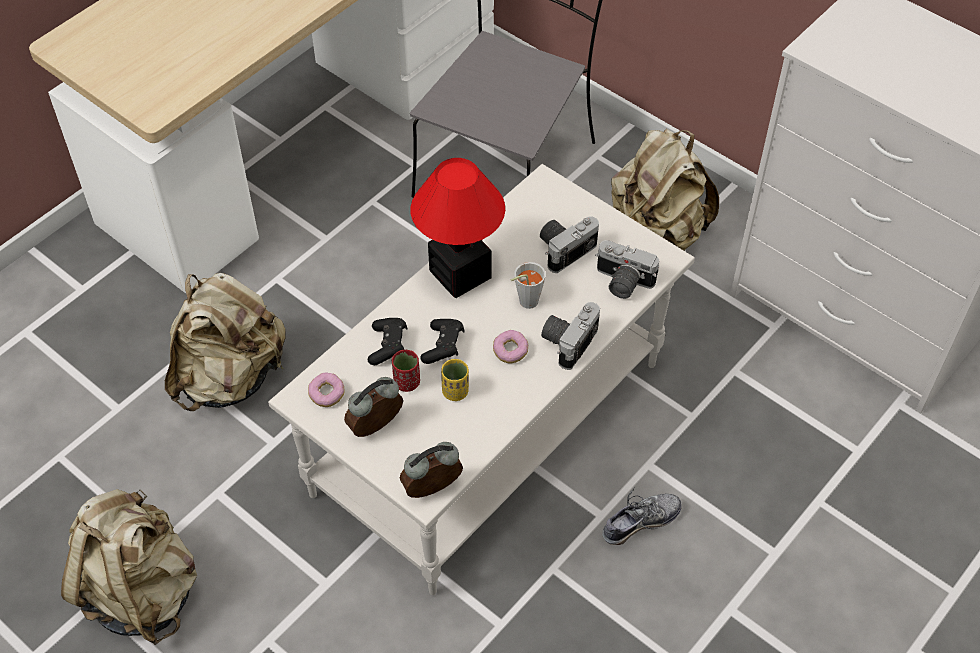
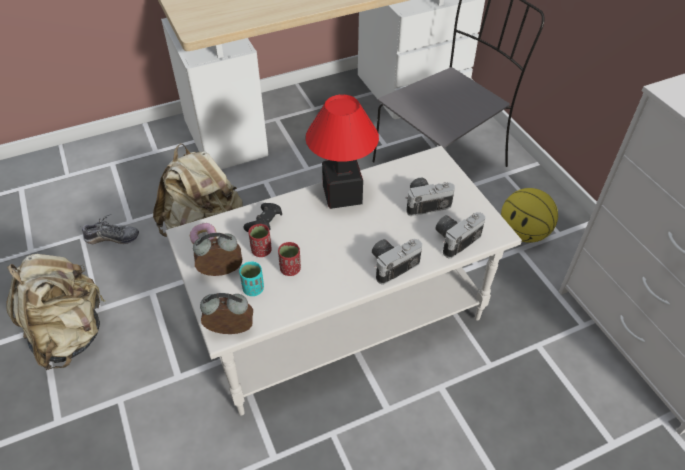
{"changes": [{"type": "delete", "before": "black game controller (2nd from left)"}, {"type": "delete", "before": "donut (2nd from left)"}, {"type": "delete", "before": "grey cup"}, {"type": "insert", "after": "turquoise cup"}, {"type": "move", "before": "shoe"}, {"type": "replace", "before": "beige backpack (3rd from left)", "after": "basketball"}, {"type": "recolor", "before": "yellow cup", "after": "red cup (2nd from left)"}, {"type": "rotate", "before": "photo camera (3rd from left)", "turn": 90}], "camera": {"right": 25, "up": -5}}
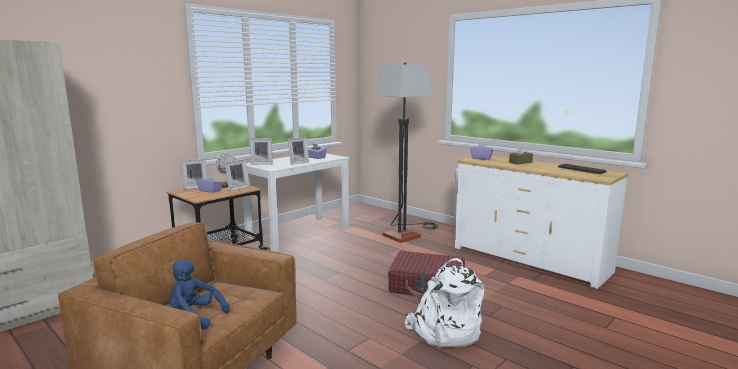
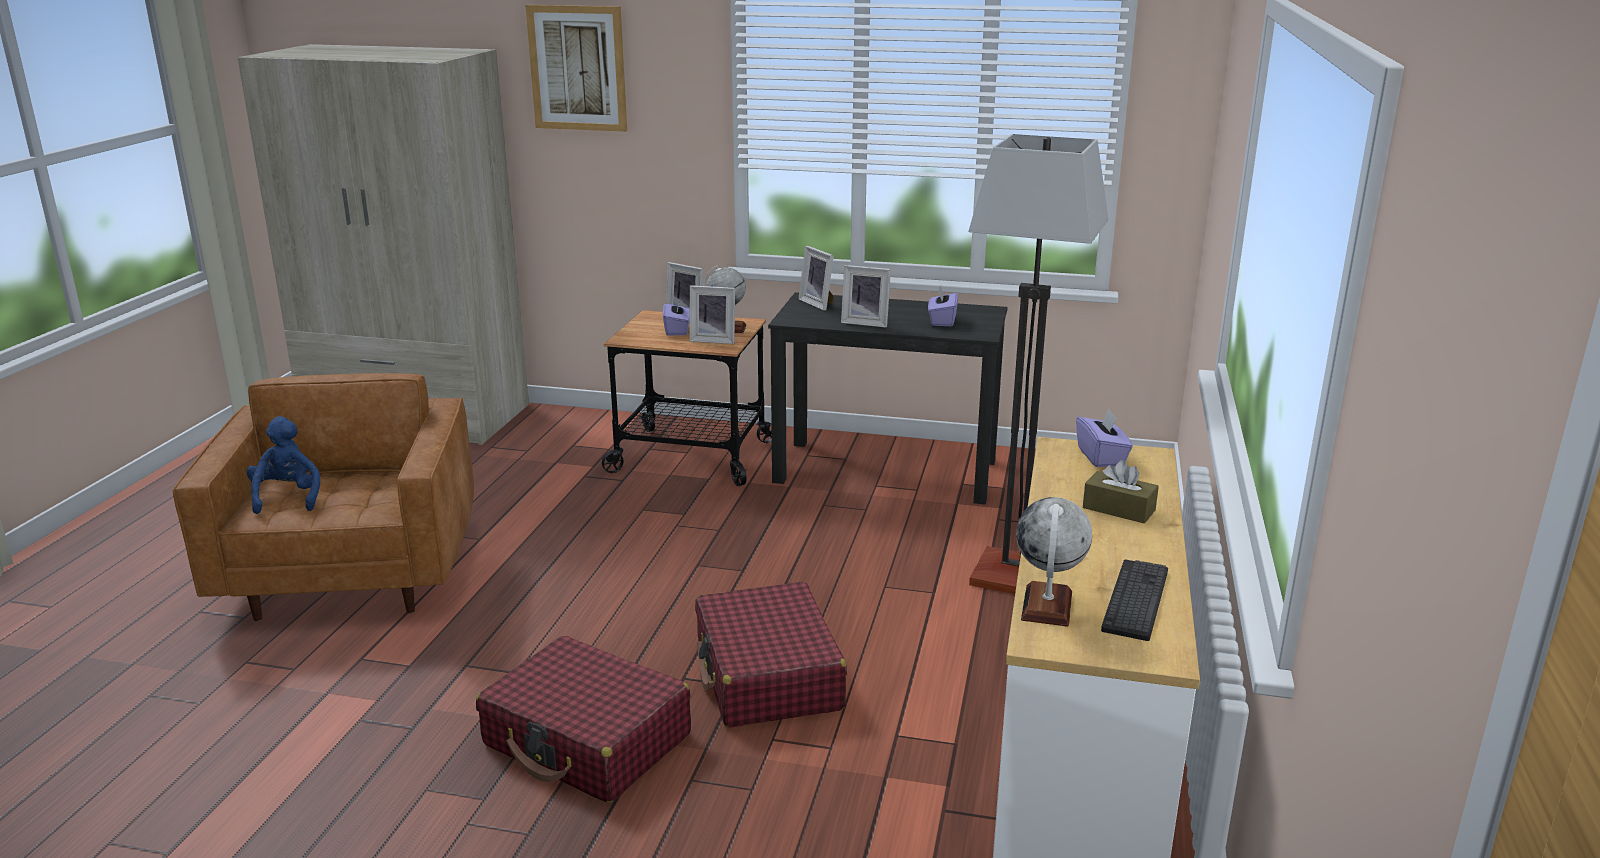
{"changes": [{"type": "insert", "after": "picture"}, {"type": "insert", "after": "globe (2nd from left)"}, {"type": "replace", "before": "white backpack", "after": "red suitcase (1st from left)"}, {"type": "recolor", "before": "white desk", "after": "black desk"}], "camera": {"right": 60, "up": 10}}
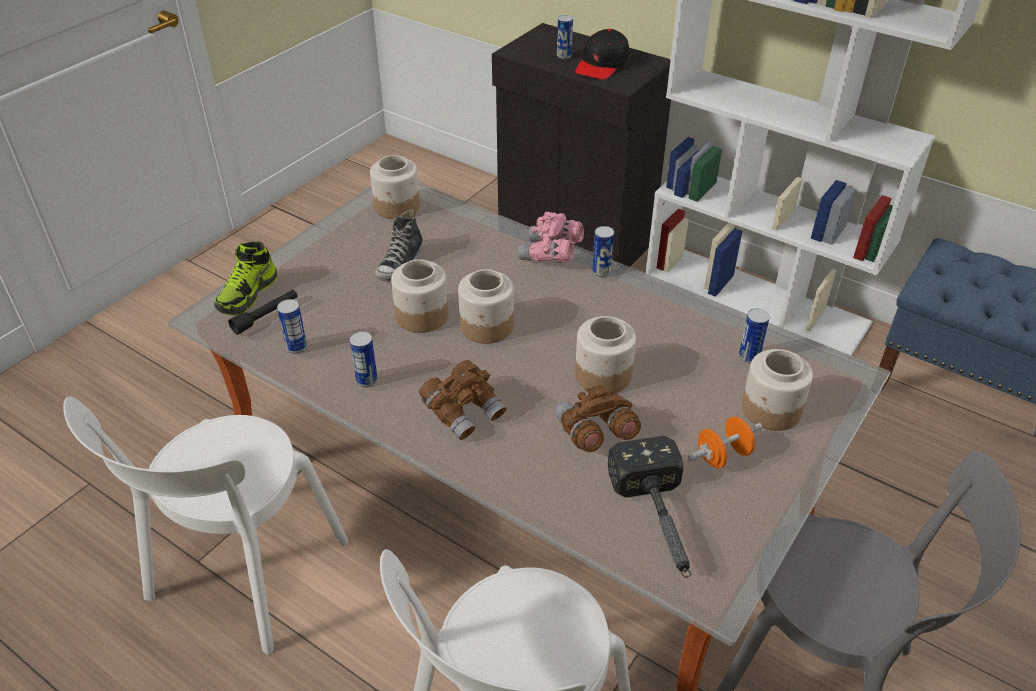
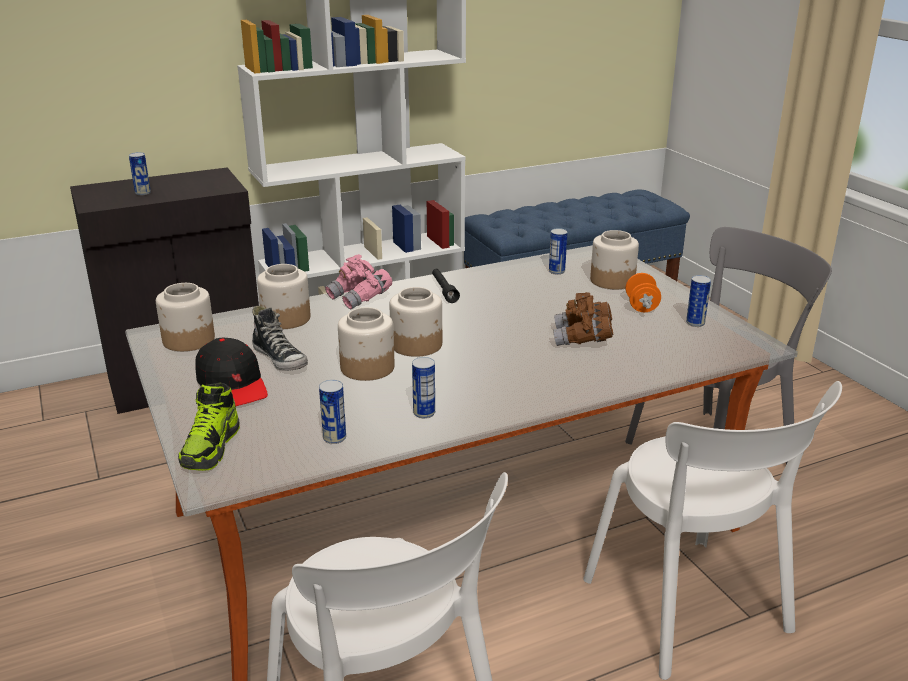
{"changes": [{"type": "delete", "before": "brown binoculars (1st from left)"}, {"type": "delete", "before": "hammer"}, {"type": "move", "before": "black flashlight"}, {"type": "move", "before": "black cap"}, {"type": "move", "before": "jar (4th from left in the first image)", "after": "jar (2nd from left)"}, {"type": "move", "before": "can (4th from left in the first image)", "after": "can (5th from left)"}, {"type": "rotate", "before": "shoe (1st from left)", "turn": 45}], "camera": {"right": -60, "up": -15}}
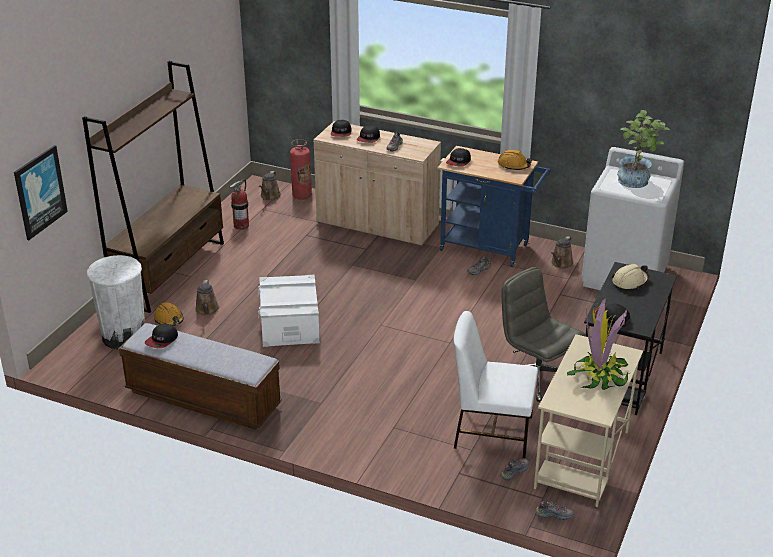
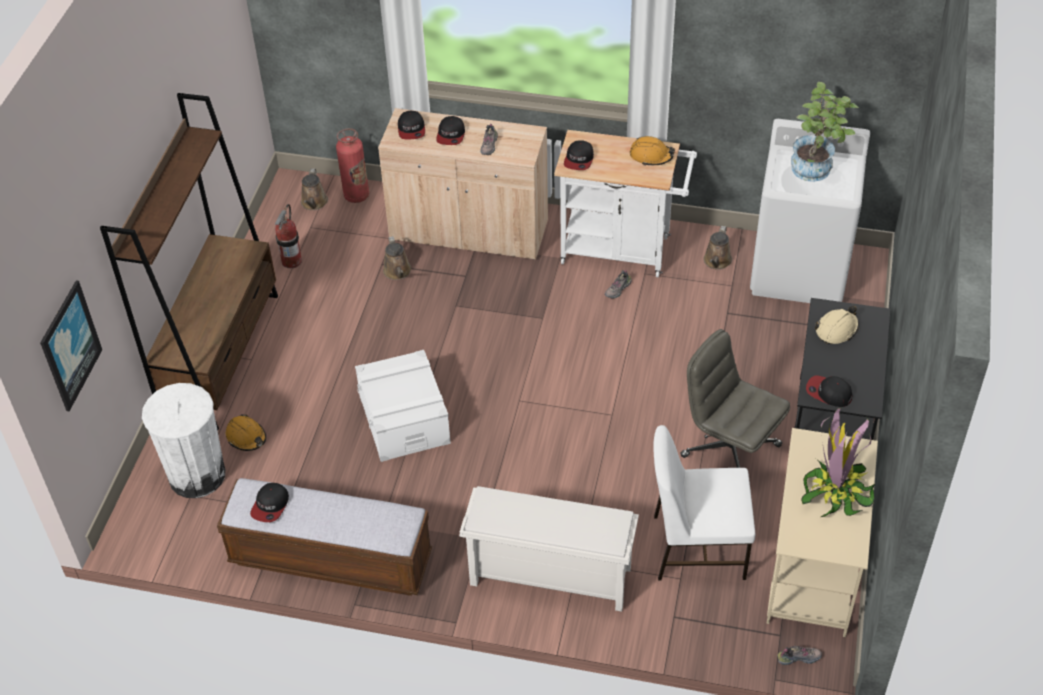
{"changes": [{"type": "delete", "before": "shoe (3rd from left)"}, {"type": "insert", "after": "white shoe rack"}, {"type": "move", "before": "brown watering can (1st from left in the first image)", "after": "brown watering can (2nd from left)"}, {"type": "recolor", "before": "blue cart", "after": "white cart"}], "camera": {"right": -10, "up": 15}}
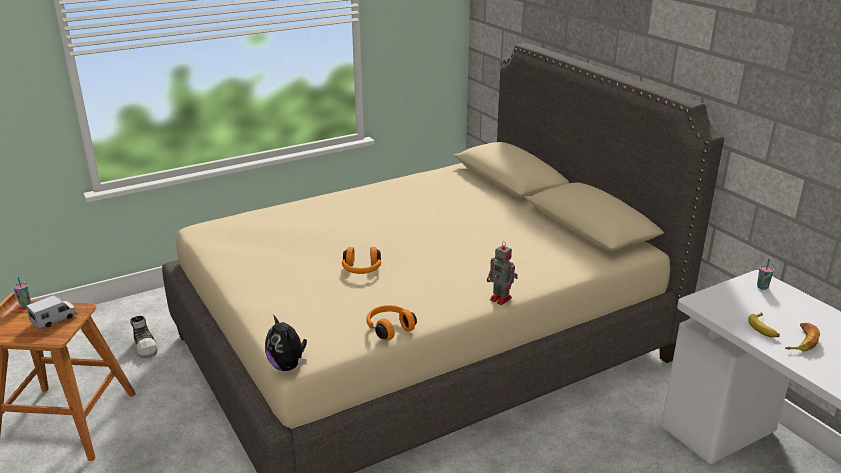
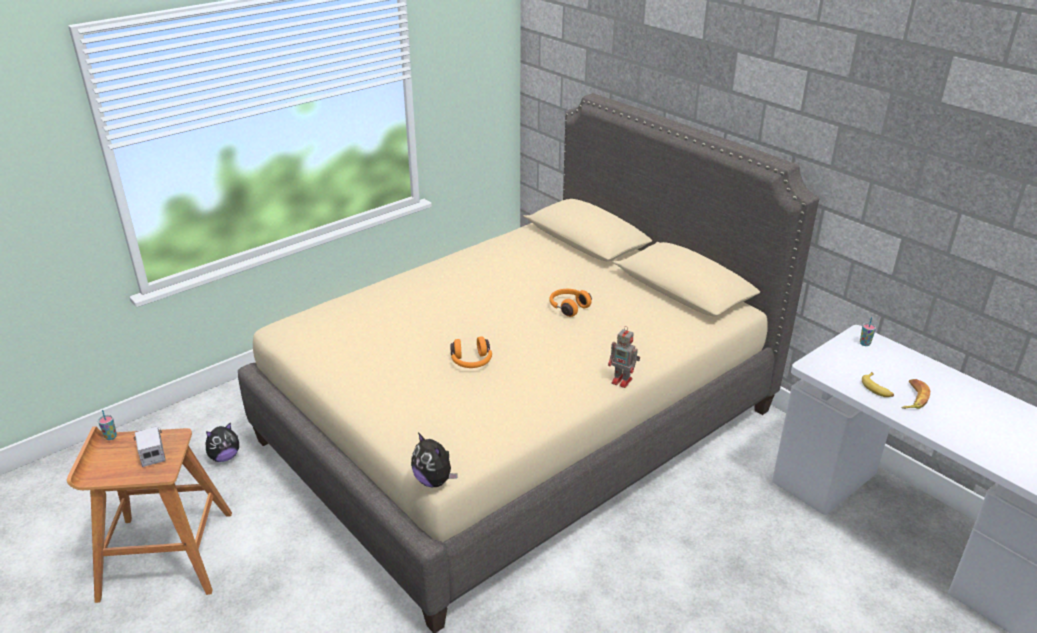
{"changes": [{"type": "move", "before": "orange headphones (2nd from left)"}, {"type": "replace", "before": "shoe", "after": "plush toy (1st from left)"}, {"type": "rotate", "before": "toy truck", "turn": -60}], "camera": {"right": -10, "up": 5}}
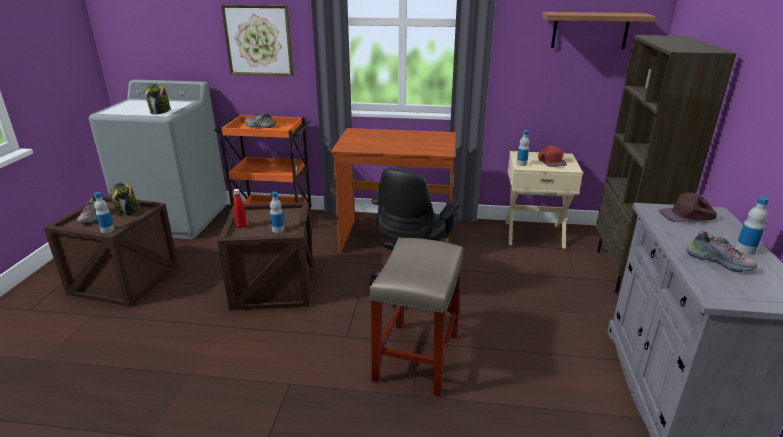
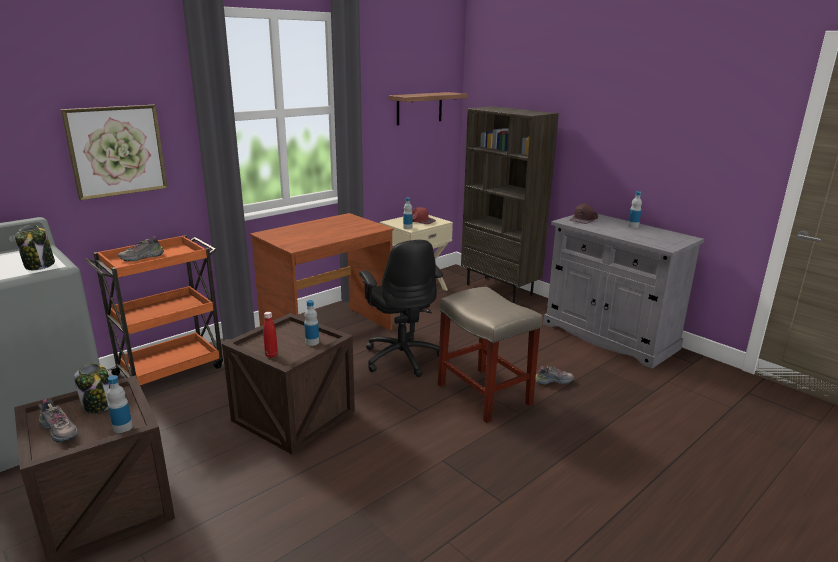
{"changes": [{"type": "move", "before": "shoe (3rd from left)"}], "camera": {"right": -50, "up": -5}}
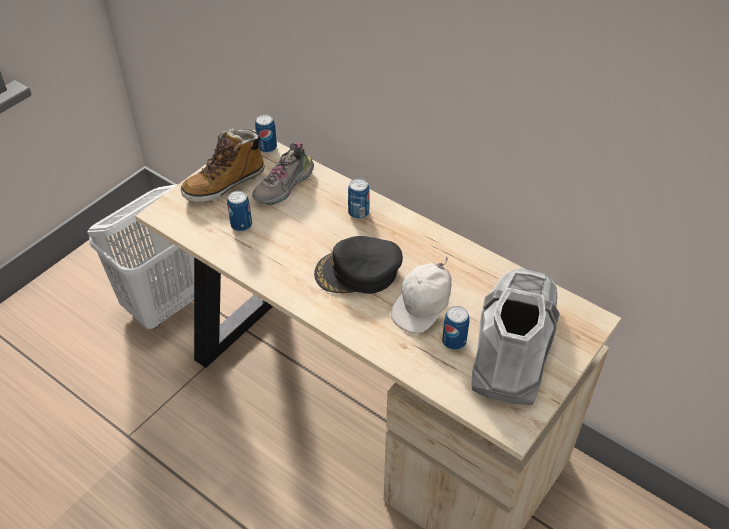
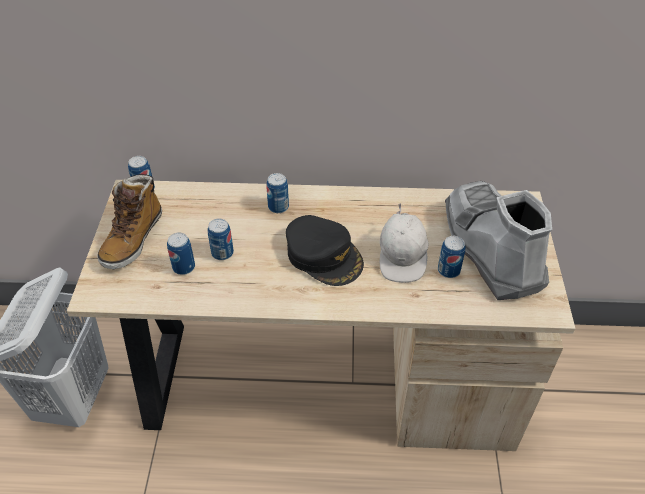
{"changes": [{"type": "delete", "before": "shoe"}, {"type": "insert", "after": "can (3rd from left)"}, {"type": "rotate", "before": "black cap", "turn": -90}], "camera": {"right": -35, "up": 0}}
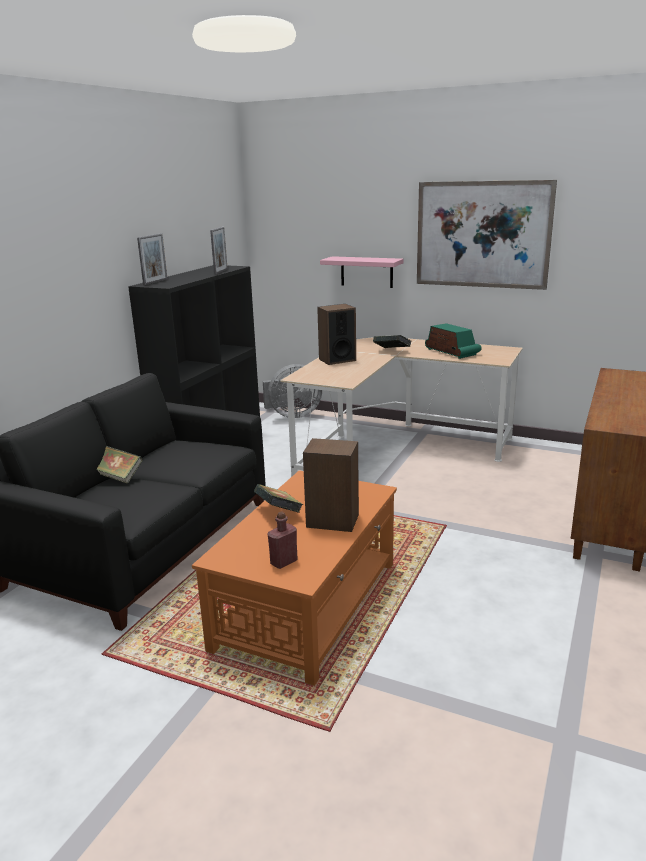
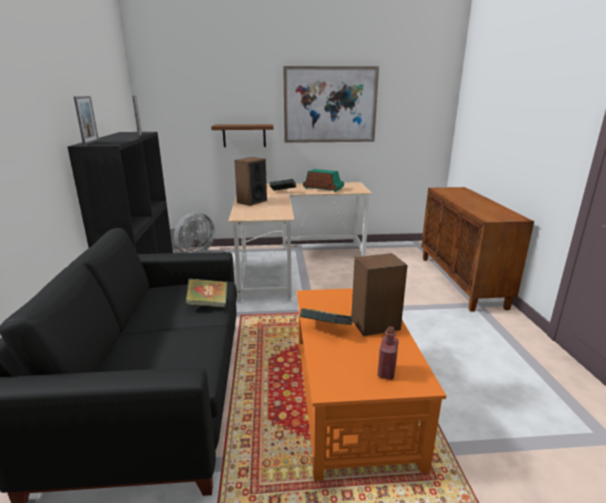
{"changes": [{"type": "move", "before": "book (1st from left)"}, {"type": "recolor", "before": "pink shelf", "after": "brown shelf"}], "camera": {"right": -30, "up": 0}}
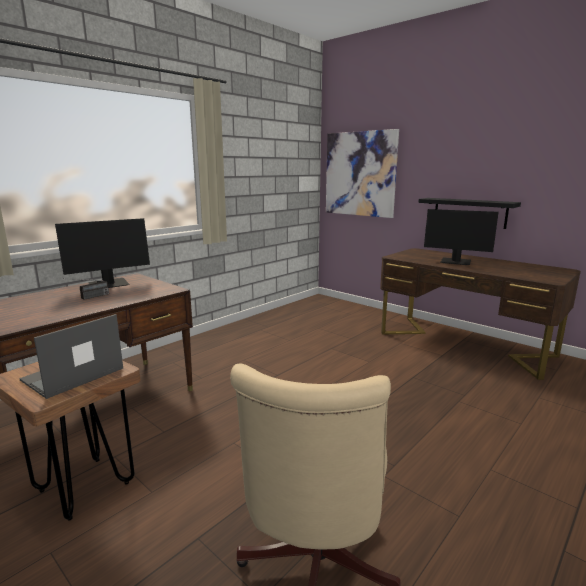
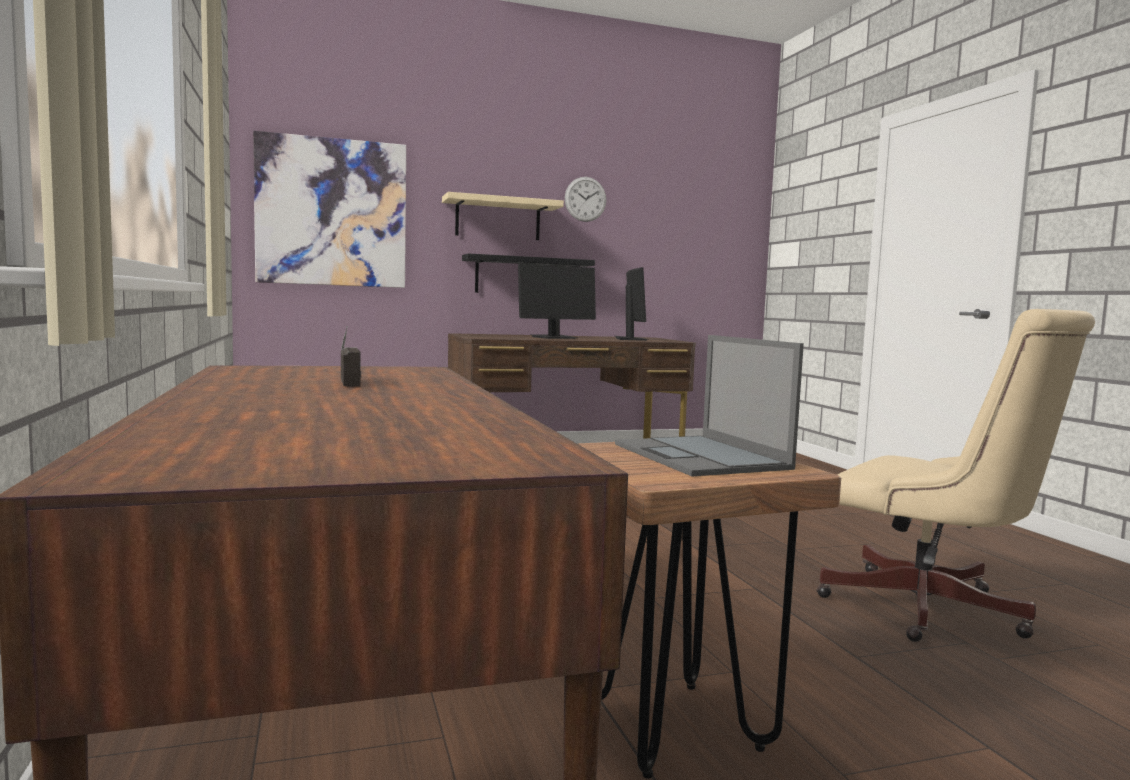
{"changes": [{"type": "insert", "after": "beige shelf"}, {"type": "insert", "after": "wall clock"}, {"type": "move", "before": "monitor (1st from left in the first image)", "after": "monitor (2nd from left)"}], "camera": {"right": -60, "up": -10}}
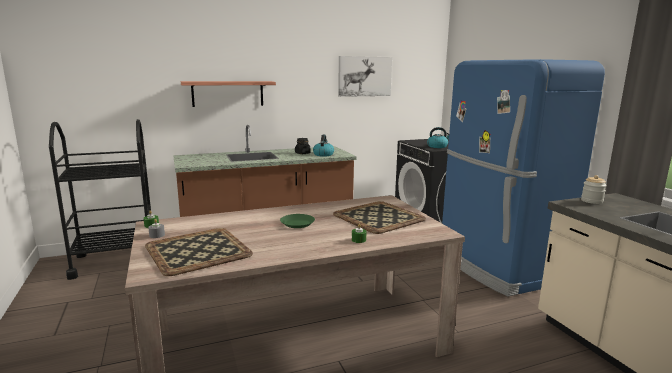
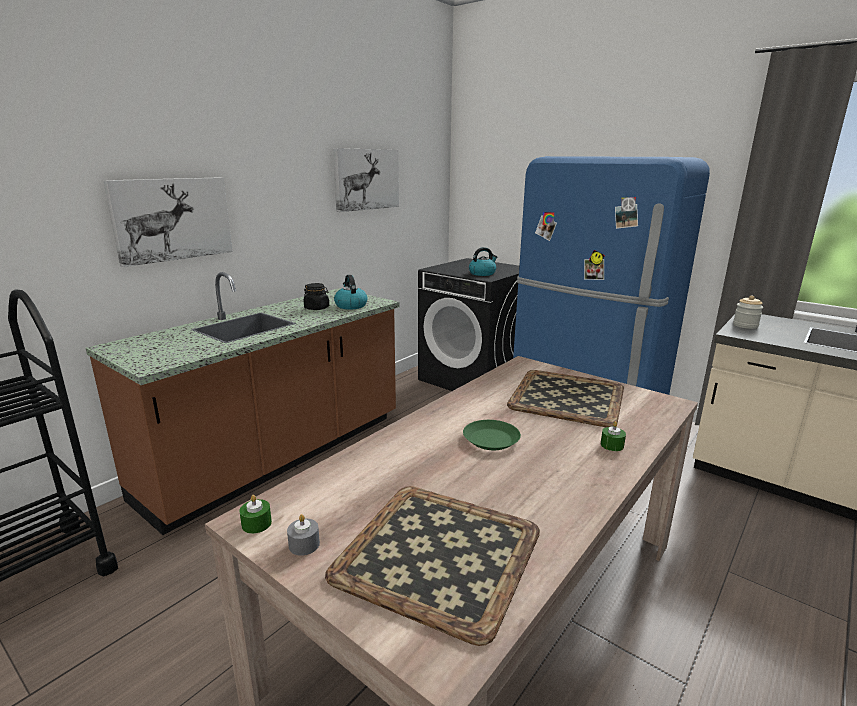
{"changes": [{"type": "replace", "before": "shelf", "after": "picture (1st from left)"}], "camera": {"right": -30, "up": 5}}
